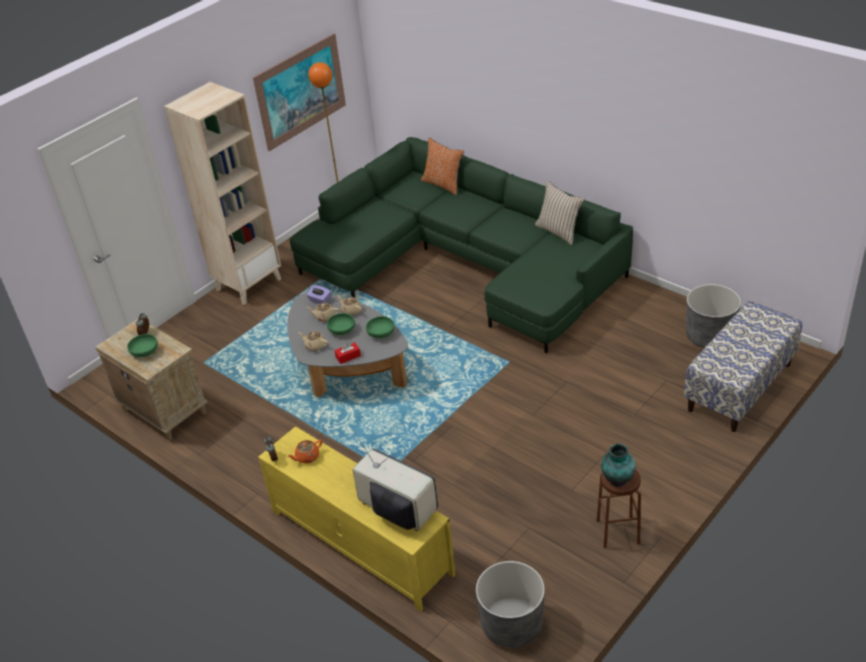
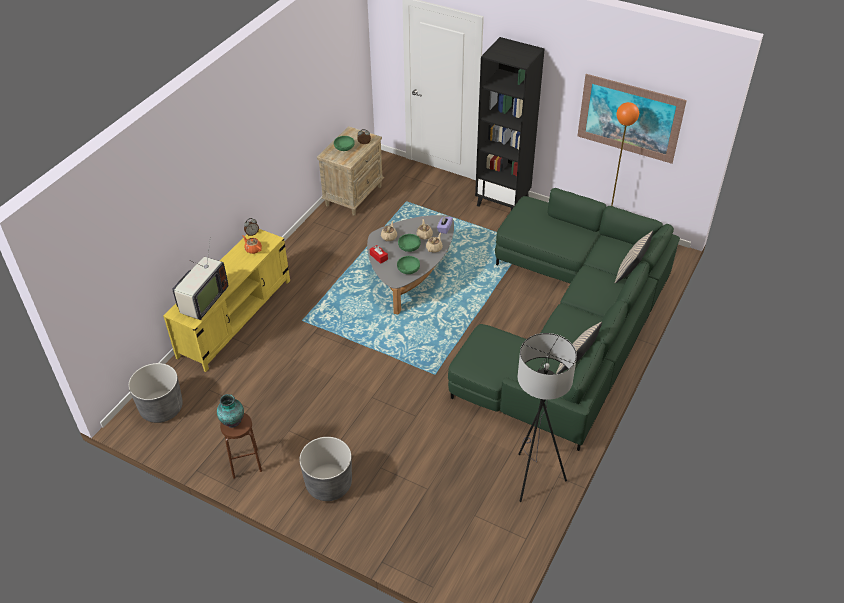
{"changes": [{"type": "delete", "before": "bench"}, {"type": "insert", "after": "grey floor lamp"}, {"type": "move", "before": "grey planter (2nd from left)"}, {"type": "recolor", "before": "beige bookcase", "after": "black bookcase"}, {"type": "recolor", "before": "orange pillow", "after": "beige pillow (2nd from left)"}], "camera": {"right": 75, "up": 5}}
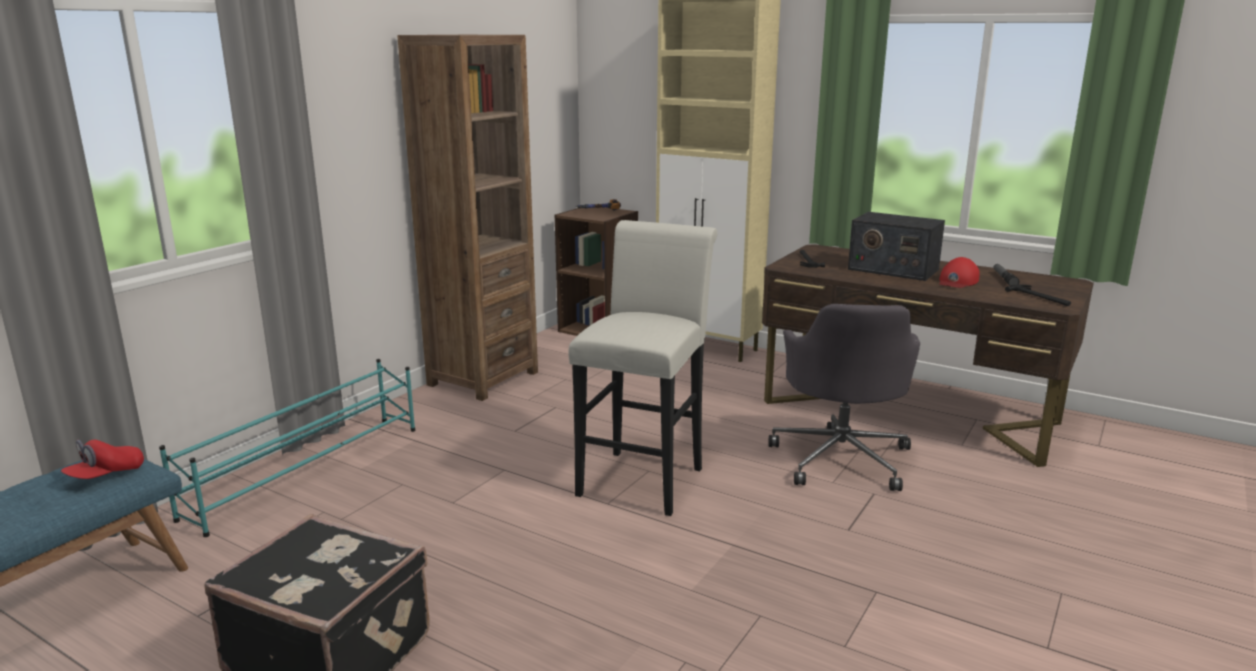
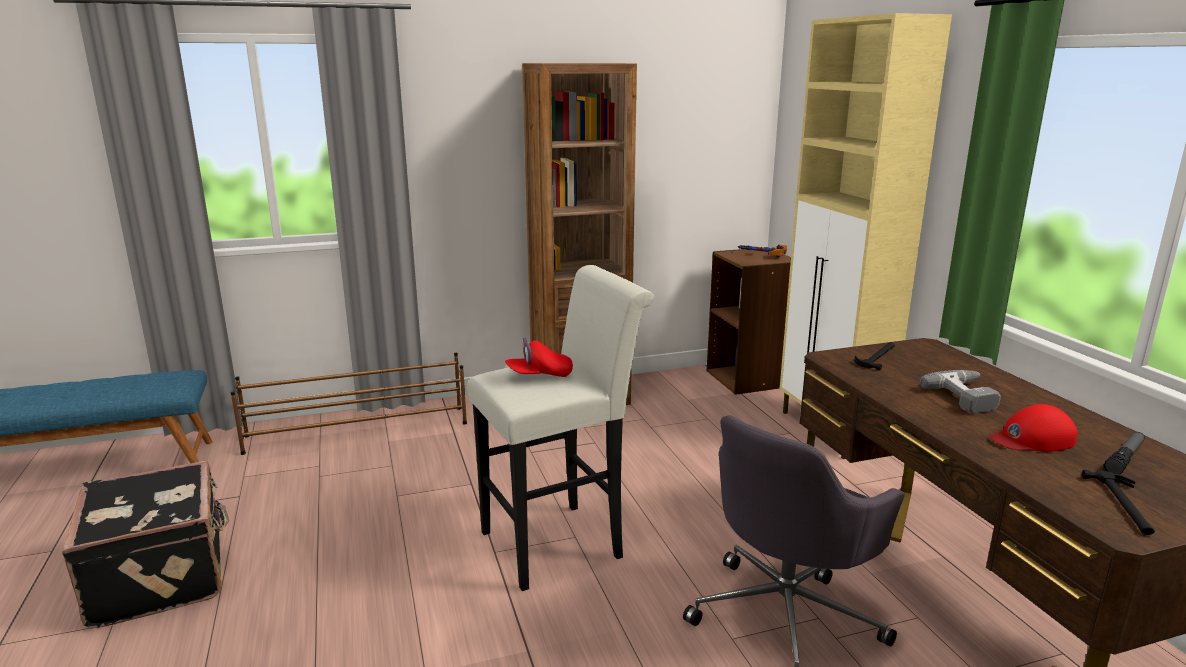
{"changes": [{"type": "move", "before": "red cap (1st from left)"}, {"type": "replace", "before": "radio", "after": "power drill"}, {"type": "recolor", "before": "turquoise shoe rack", "after": "brown shoe rack"}], "camera": {"right": 40, "up": 0}}
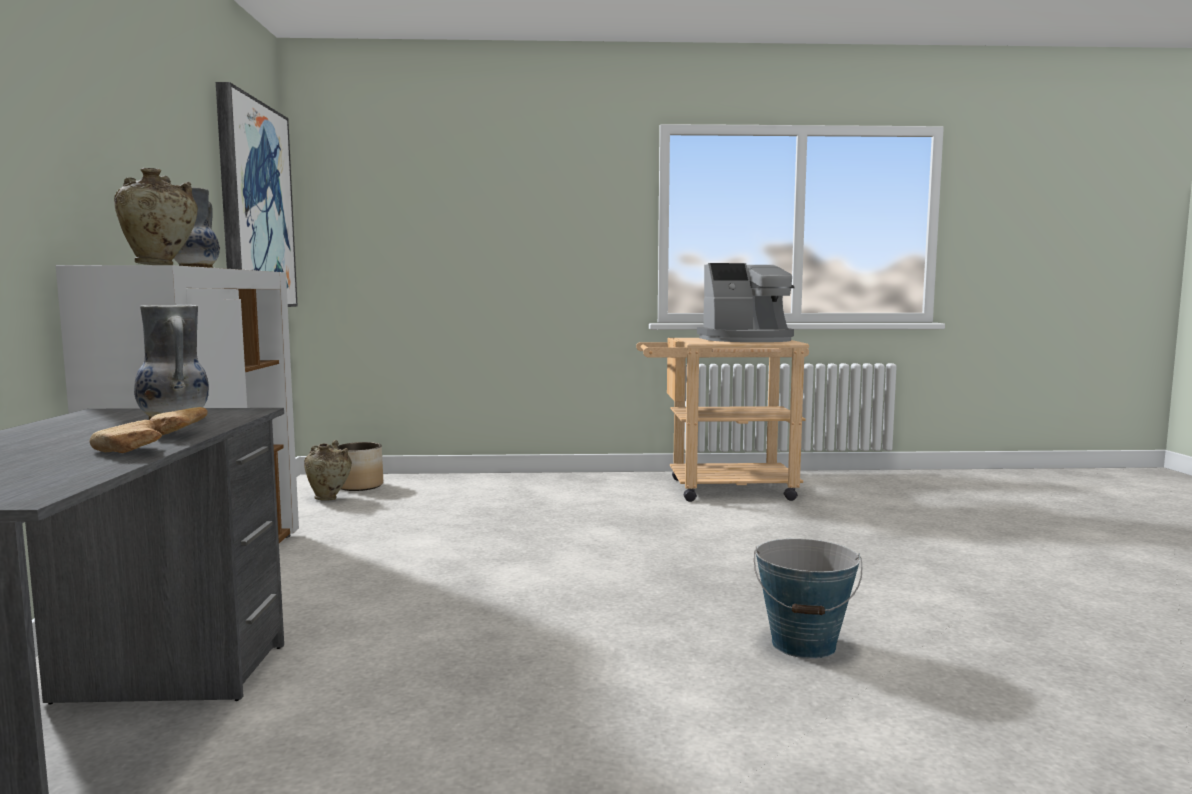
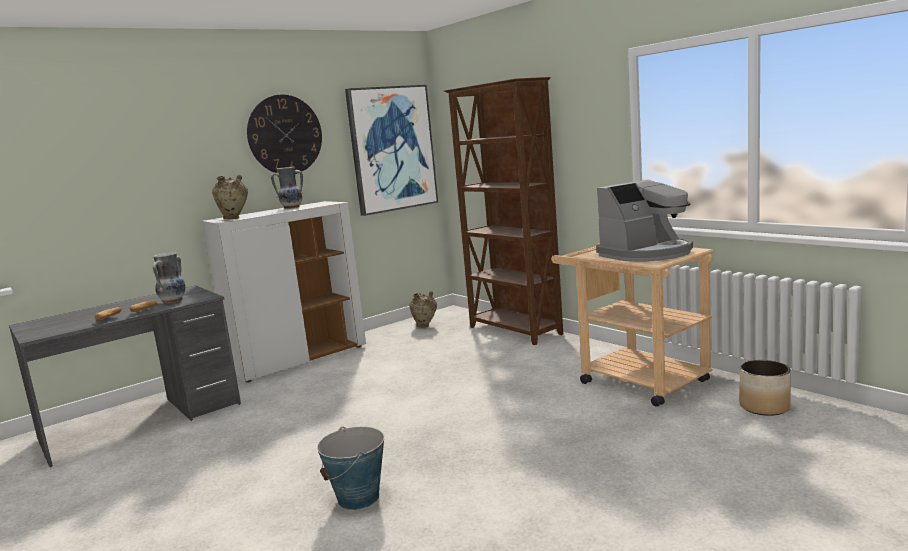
{"changes": [{"type": "insert", "after": "wall clock"}, {"type": "insert", "after": "brown bookcase"}, {"type": "move", "before": "planter"}, {"type": "rotate", "before": "coffee machine", "turn": -75}], "camera": {"right": 55, "up": 5}}
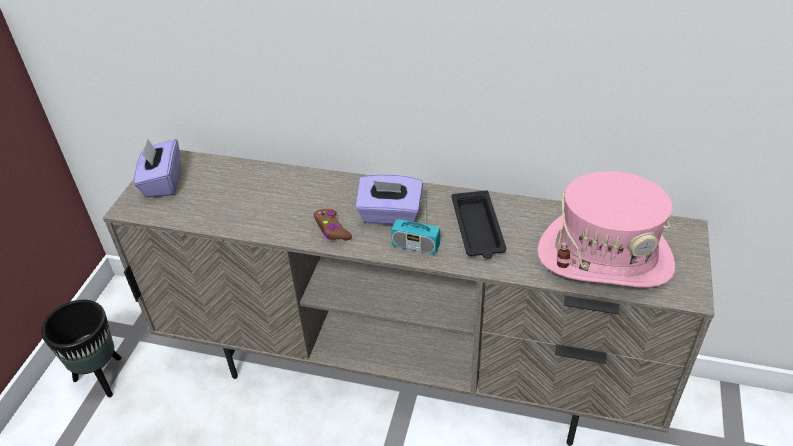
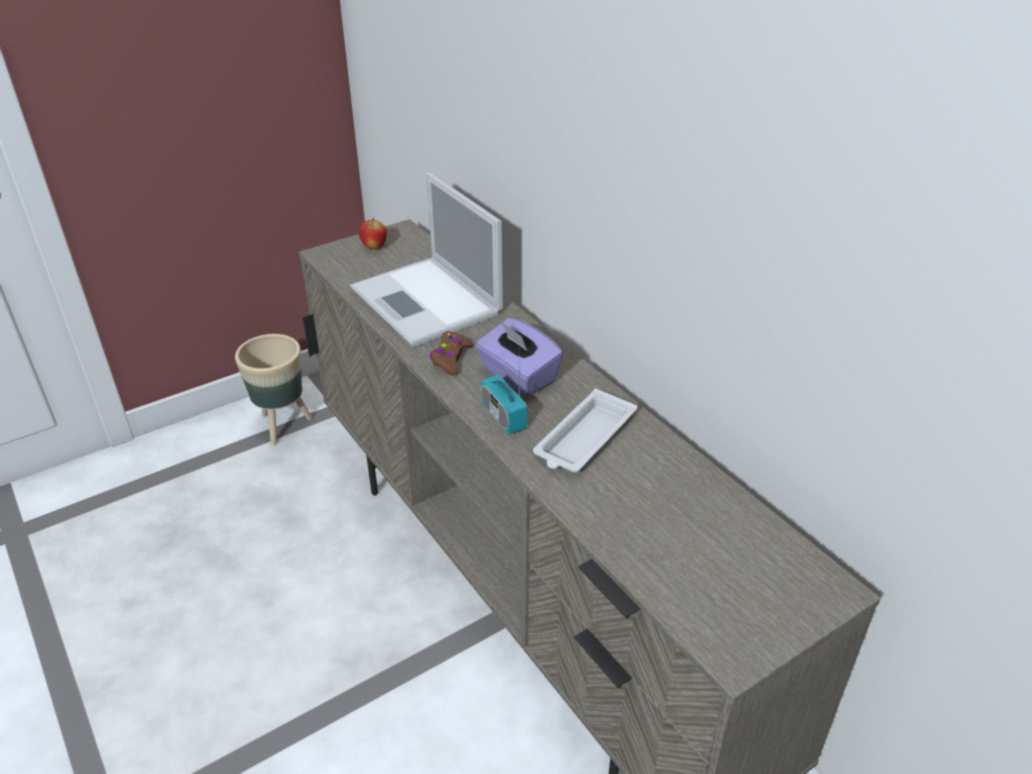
{"changes": [{"type": "delete", "before": "pink hat"}, {"type": "insert", "after": "laptop"}, {"type": "replace", "before": "purple tissue box (1st from left)", "after": "apple"}, {"type": "recolor", "before": "black planter", "after": "beige planter"}, {"type": "recolor", "before": "black tray", "after": "white tray"}], "camera": {"right": 40, "up": -5}}
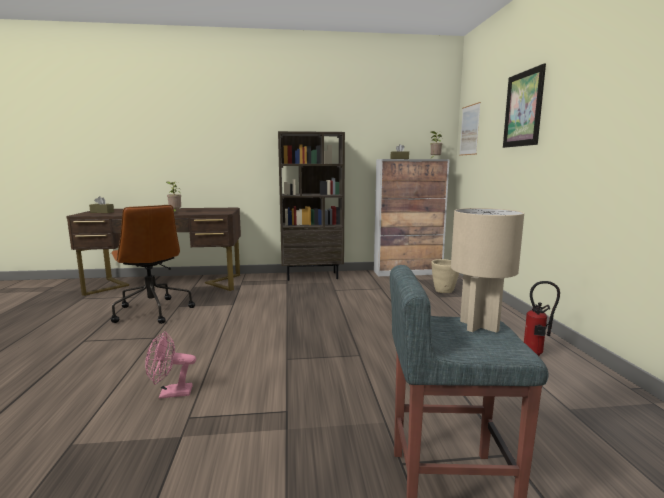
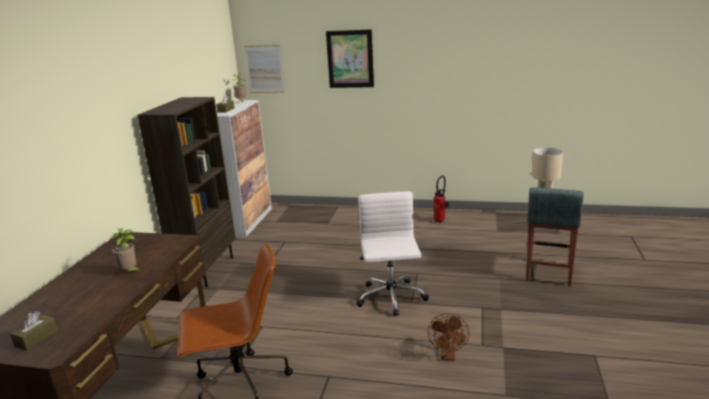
{"changes": [{"type": "delete", "before": "beige planter"}, {"type": "insert", "after": "white office chair"}, {"type": "recolor", "before": "pink fan", "after": "brown fan"}], "camera": {"right": -70, "up": 10}}
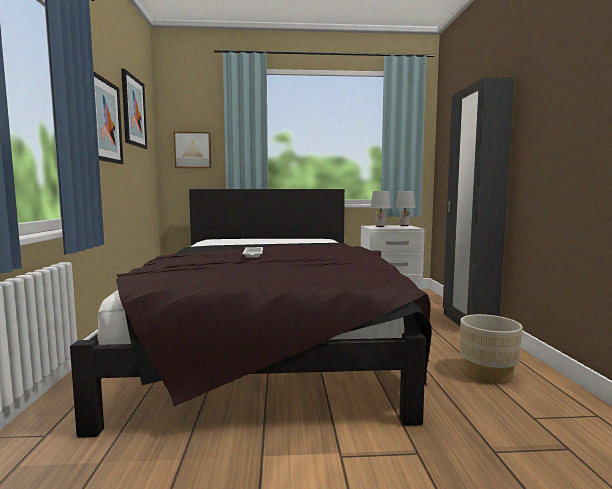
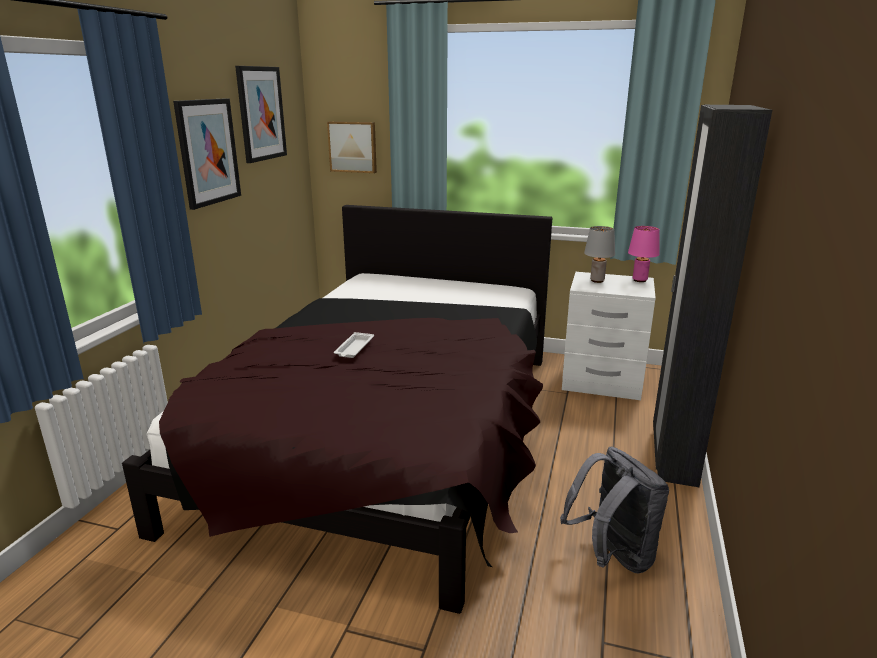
{"changes": [{"type": "replace", "before": "beige planter", "after": "grey backpack"}, {"type": "recolor", "before": "grey table lamp (2nd from left)", "after": "pink table lamp"}], "camera": {"right": 20, "up": 15}}
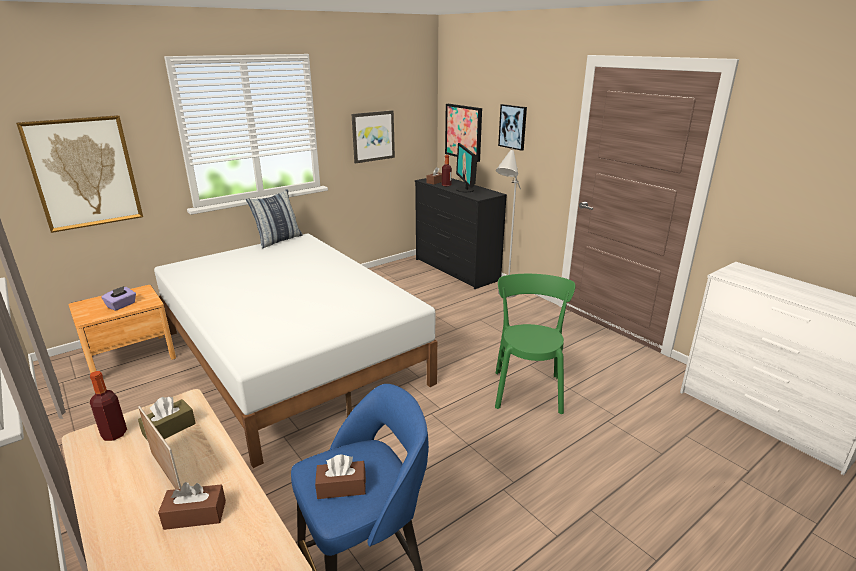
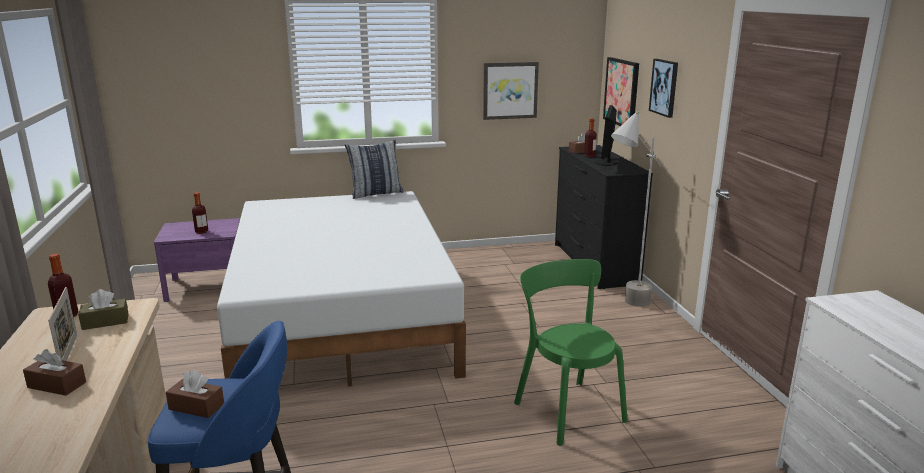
{"changes": [{"type": "delete", "before": "picture (1st from left)"}, {"type": "replace", "before": "purple tissue box", "after": "bottle (2nd from left)"}, {"type": "recolor", "before": "brown nightstand", "after": "purple nightstand"}, {"type": "rotate", "before": "green chair", "turn": -60}], "camera": {"right": 25, "up": -5}}
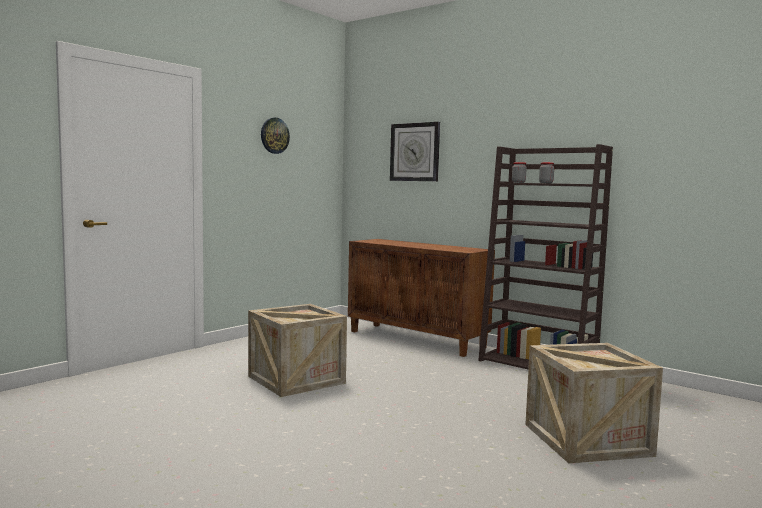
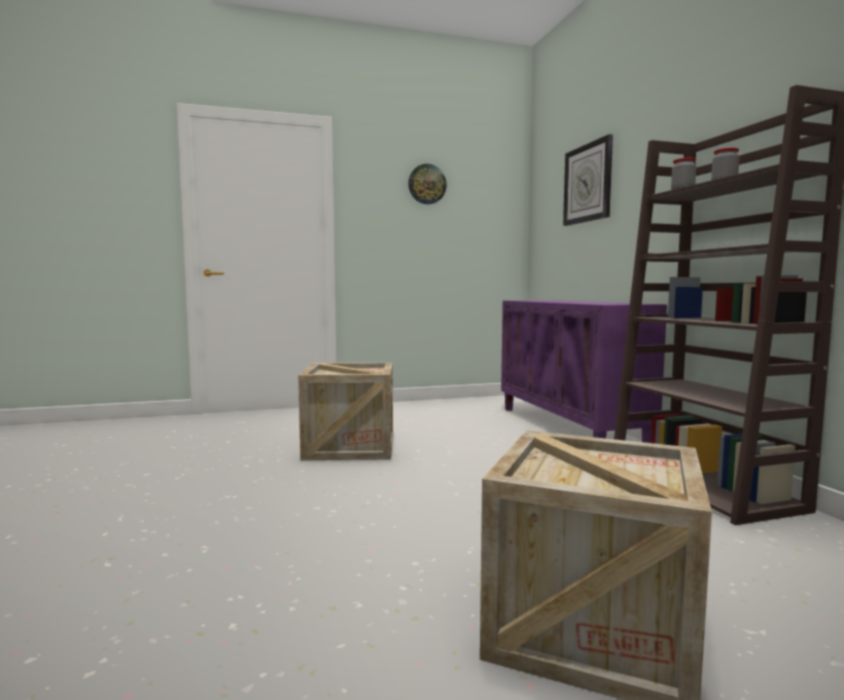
{"changes": [{"type": "recolor", "before": "brown cabinet", "after": "purple cabinet"}], "camera": {"right": 35, "up": 0}}
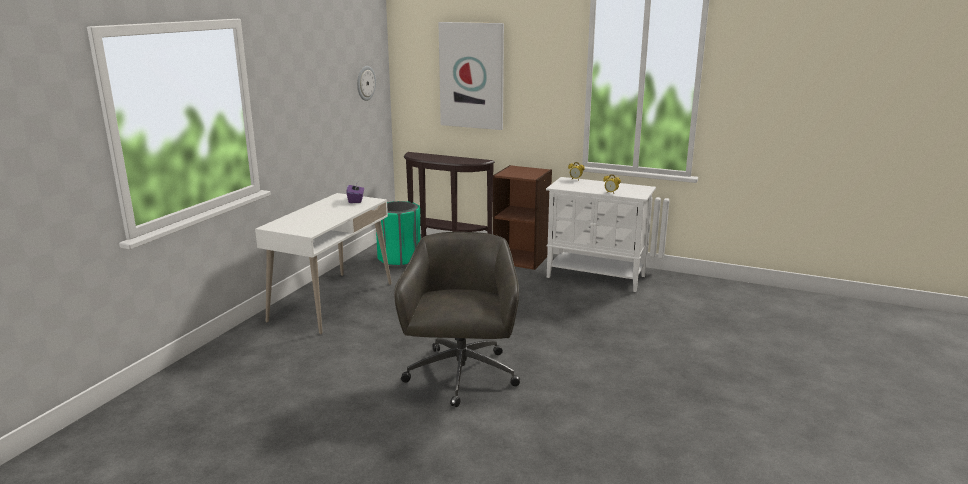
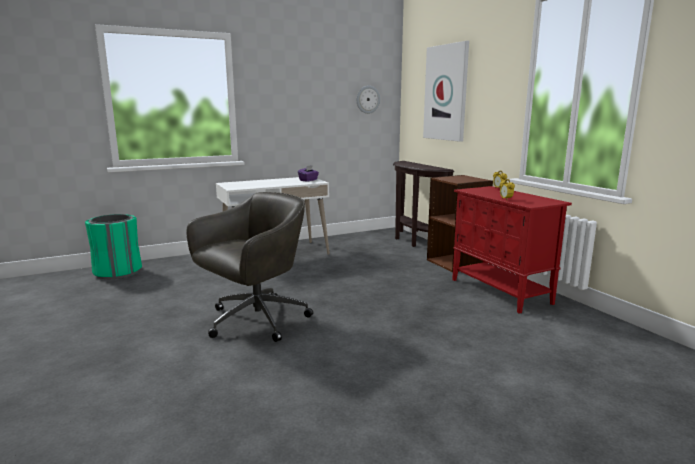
{"changes": [{"type": "move", "before": "green trash can"}, {"type": "recolor", "before": "white cabinet", "after": "red cabinet"}], "camera": {"right": 40, "up": -5}}
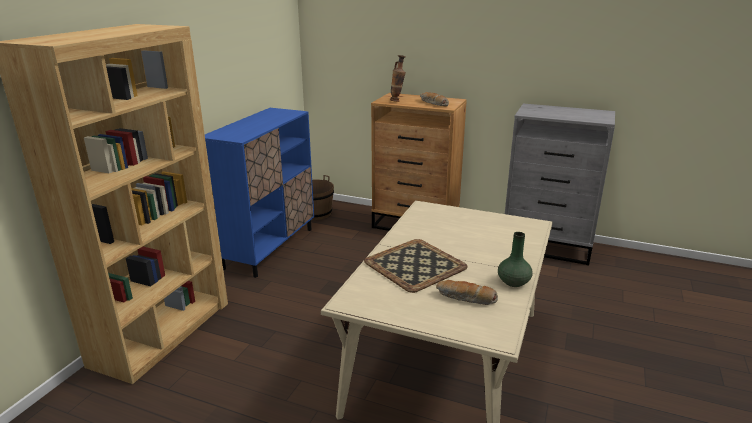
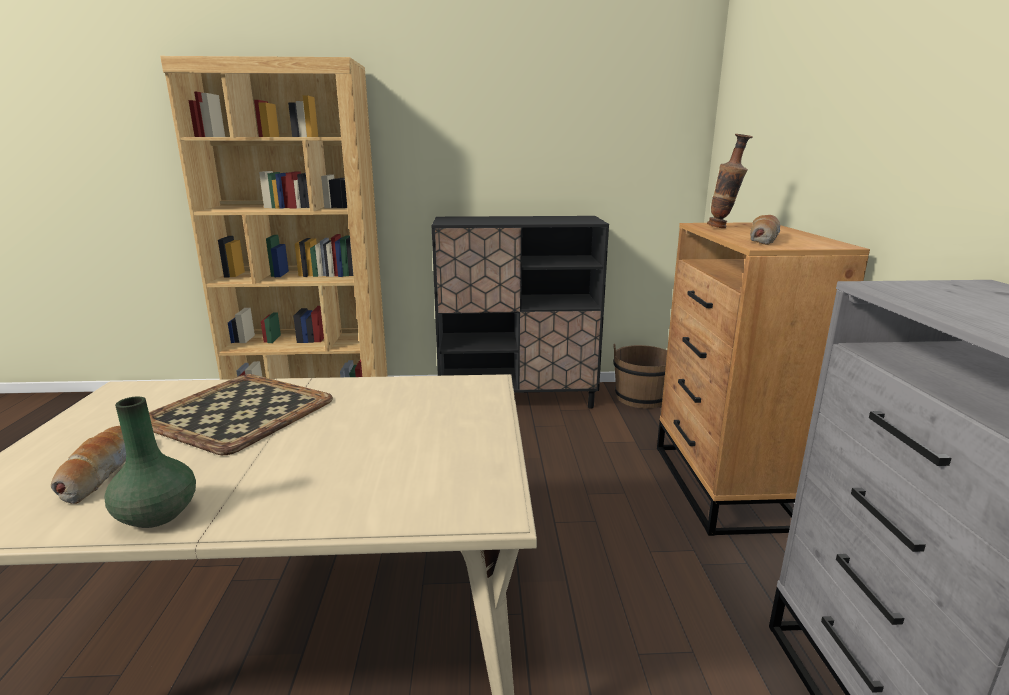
{"changes": [{"type": "recolor", "before": "blue cabinet", "after": "black cabinet"}], "camera": {"right": 65, "up": -5}}
